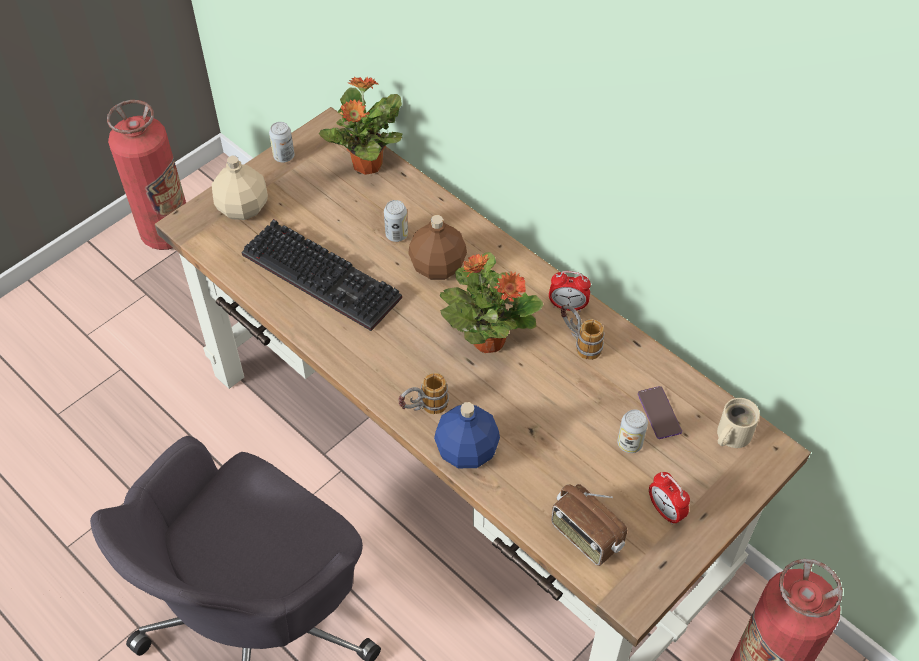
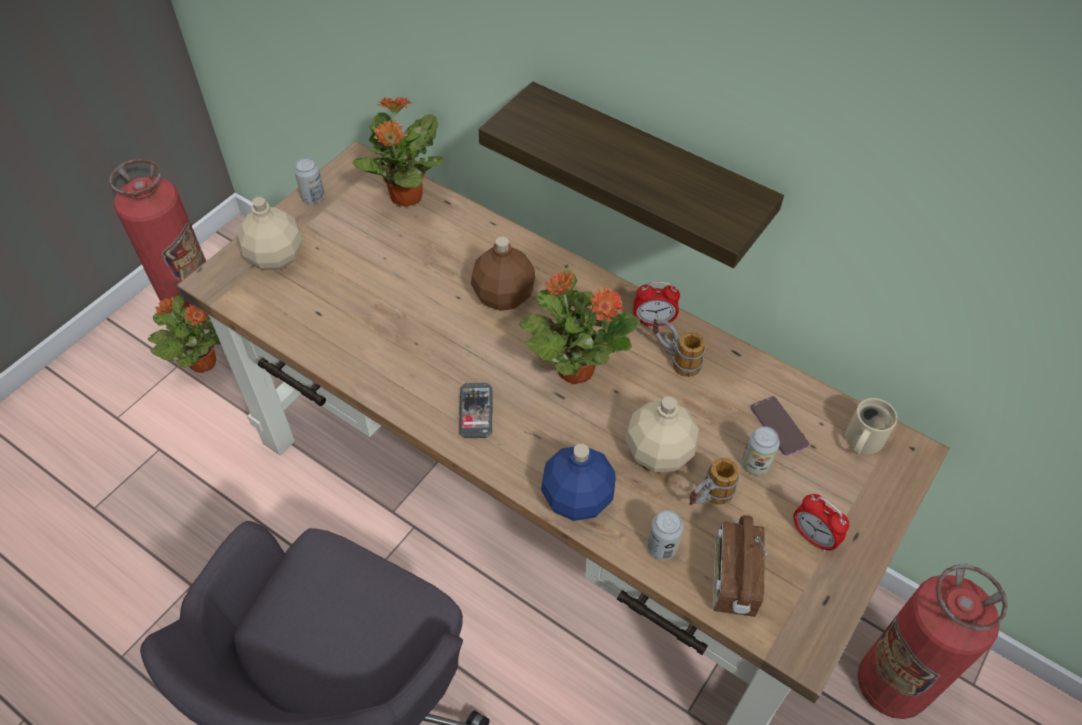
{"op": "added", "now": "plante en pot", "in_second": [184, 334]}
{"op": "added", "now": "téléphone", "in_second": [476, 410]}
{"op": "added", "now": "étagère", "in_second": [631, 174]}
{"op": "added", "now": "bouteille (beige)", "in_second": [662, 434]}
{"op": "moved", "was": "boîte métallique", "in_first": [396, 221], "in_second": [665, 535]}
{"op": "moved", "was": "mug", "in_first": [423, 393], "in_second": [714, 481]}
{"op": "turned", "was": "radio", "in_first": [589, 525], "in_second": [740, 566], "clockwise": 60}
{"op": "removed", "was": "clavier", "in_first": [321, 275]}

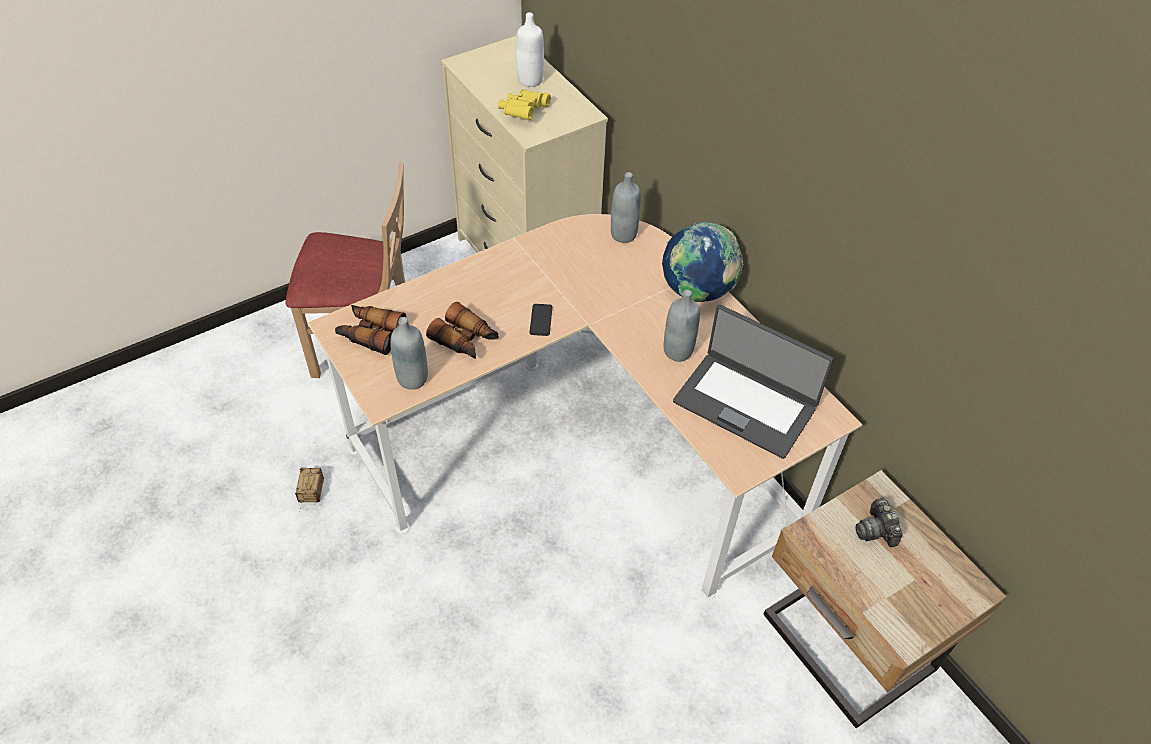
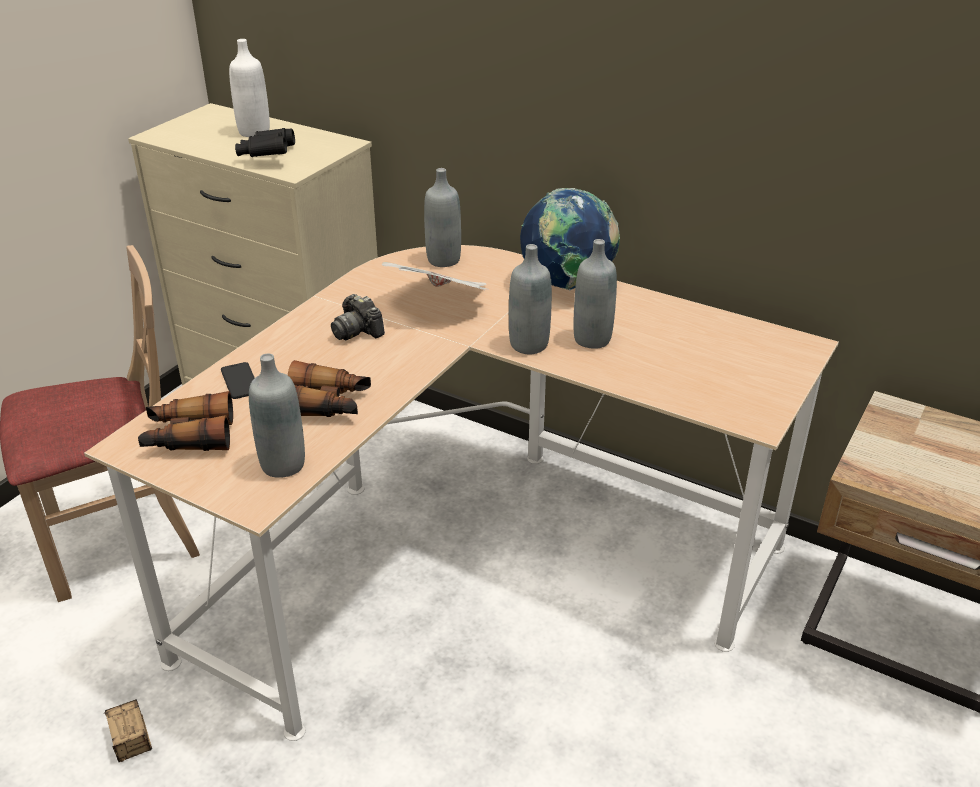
{"op": "moved", "was": "téléphone", "in_first": [541, 320], "in_second": [238, 380]}
{"op": "recoloured", "was": "jumelles (jaune)", "now": "jumelles (noir)", "in_first": [524, 105], "in_second": [265, 142]}
{"op": "moved", "was": "appareil photo", "in_first": [879, 522], "in_second": [358, 317]}
{"op": "added", "now": "journal", "in_second": [435, 276]}
{"op": "added", "now": "bouteille (gris)", "in_second": [530, 299]}
{"op": "removed", "was": "ordinateur portable", "in_first": [753, 382]}

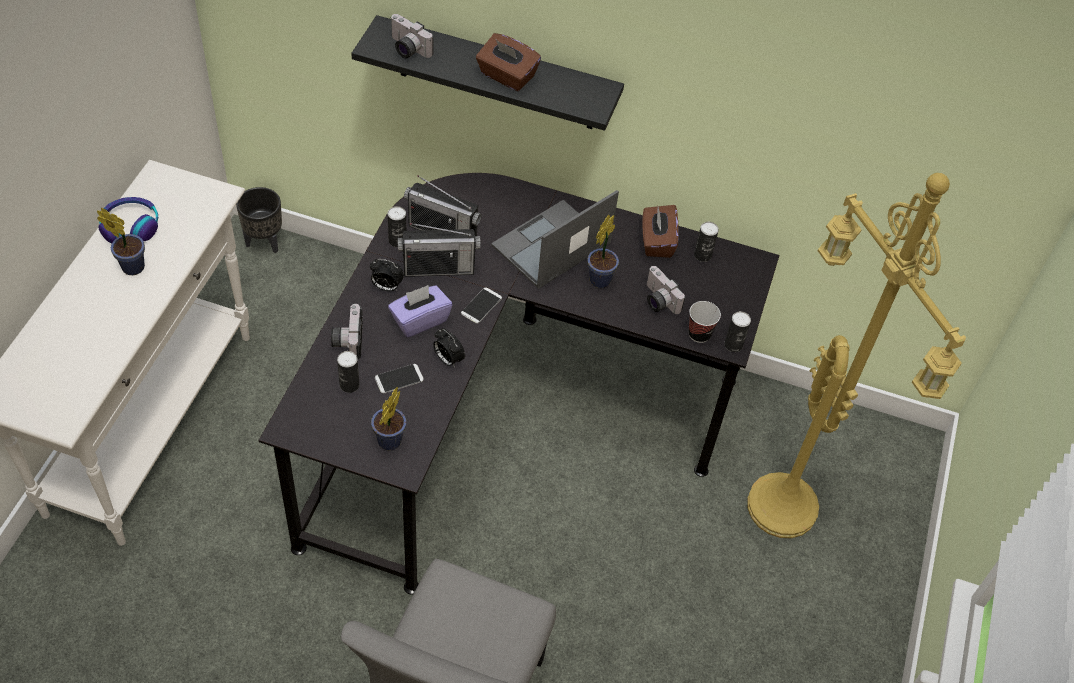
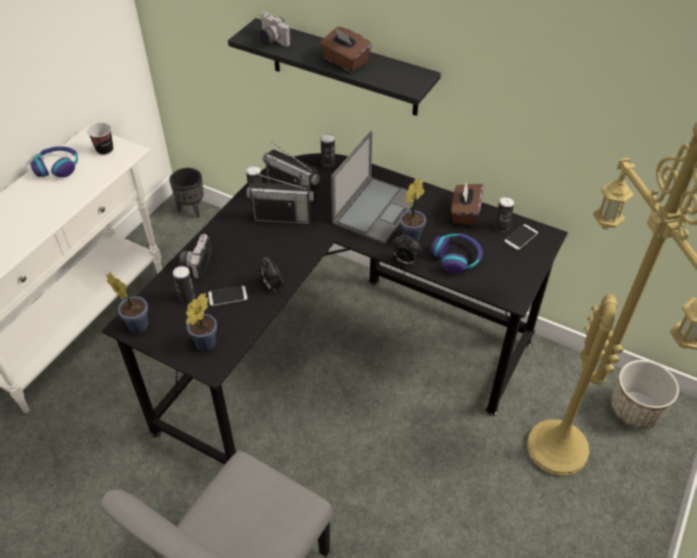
{"op": "moved", "was": "tasse", "in_first": [704, 322], "in_second": [100, 139]}
{"op": "moved", "was": "plante en pot", "in_first": [121, 241], "in_second": [127, 302]}
{"op": "moved", "was": "boîte métallique", "in_first": [737, 331], "in_second": [328, 150]}
{"op": "turned", "was": "ordinateur portable", "in_first": [555, 239], "in_second": [374, 187], "clockwise": 150}
{"op": "moved", "was": "réveil", "in_first": [387, 275], "in_second": [407, 250]}
{"op": "replaced", "was": "appareil photo", "now": "casque audio", "in_first": [666, 290], "in_second": [457, 253]}
{"op": "moved", "was": "téléphone", "in_first": [481, 306], "in_second": [521, 237]}
{"op": "added", "now": "cache-pot", "in_second": [645, 394]}
{"op": "removed", "was": "boîte à mouchoirs (violet)", "in_first": [420, 311]}

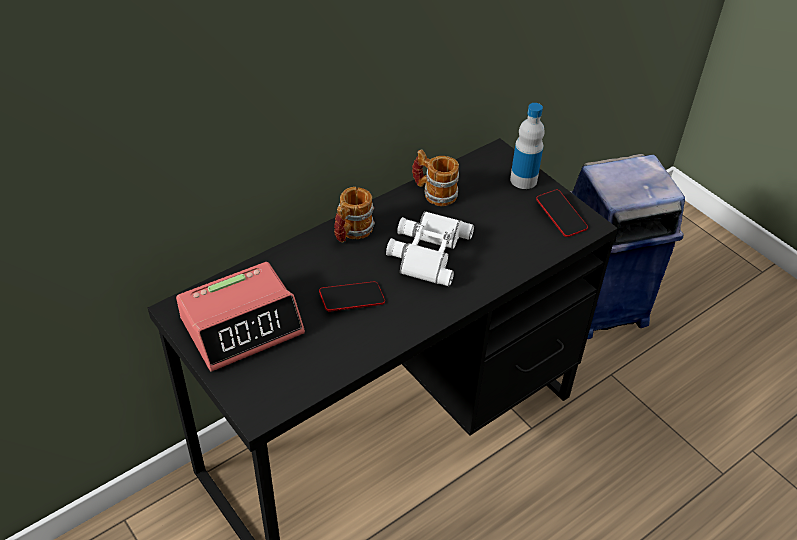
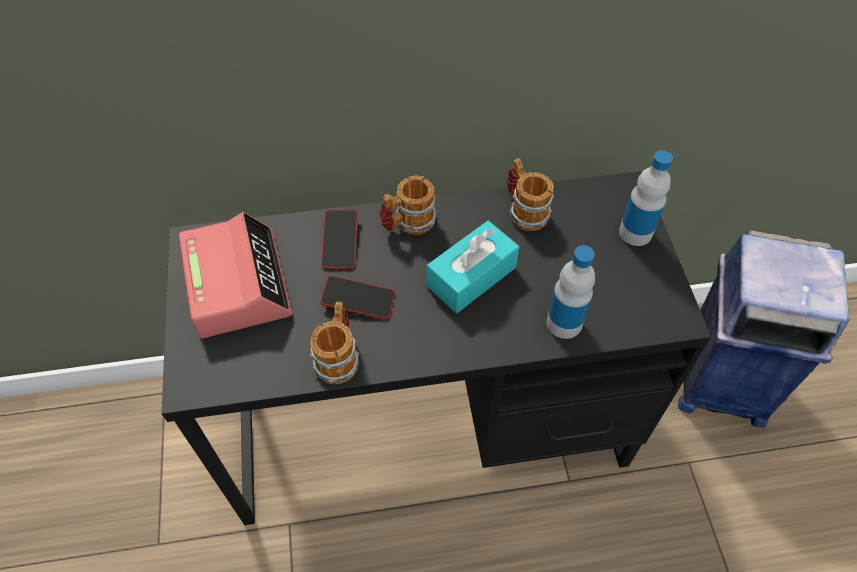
{"op": "turned", "was": "réveil", "in_first": [240, 317], "in_second": [235, 275], "clockwise": -105}
{"op": "added", "now": "mug", "in_second": [334, 342]}
{"op": "moved", "was": "téléphone", "in_first": [562, 213], "in_second": [339, 239]}
{"op": "replaced", "was": "jumelles (blanc)", "now": "boîte à mouchoirs (turquoise)", "in_first": [430, 248], "in_second": [473, 267]}
{"op": "added", "now": "bouteille", "in_second": [571, 292]}

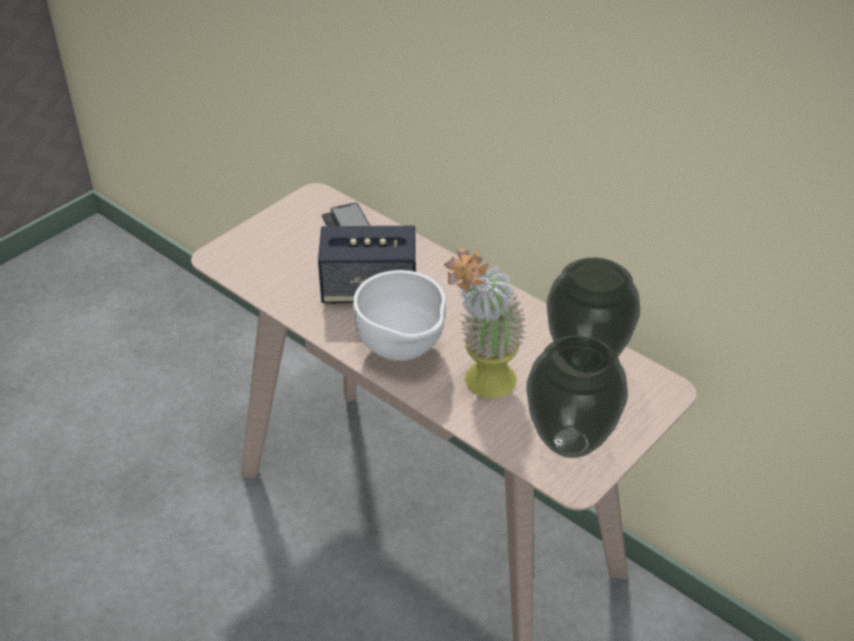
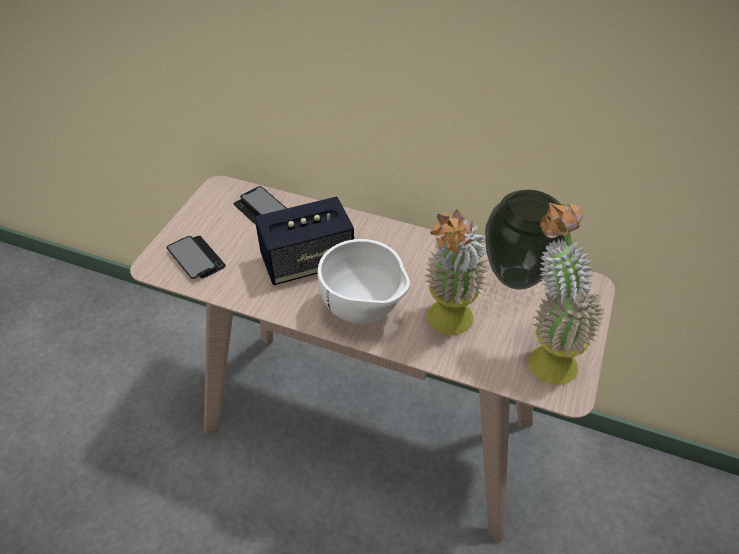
{"op": "added", "now": "téléphone", "in_second": [196, 257]}
{"op": "replaced", "was": "vase", "now": "plante en pot", "in_first": [577, 397], "in_second": [567, 294]}

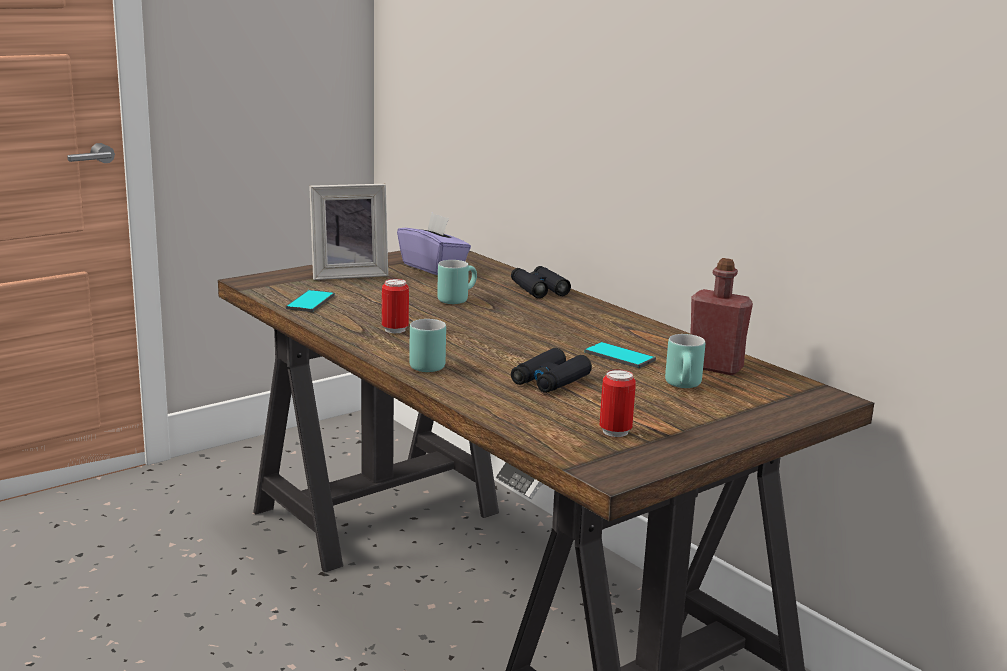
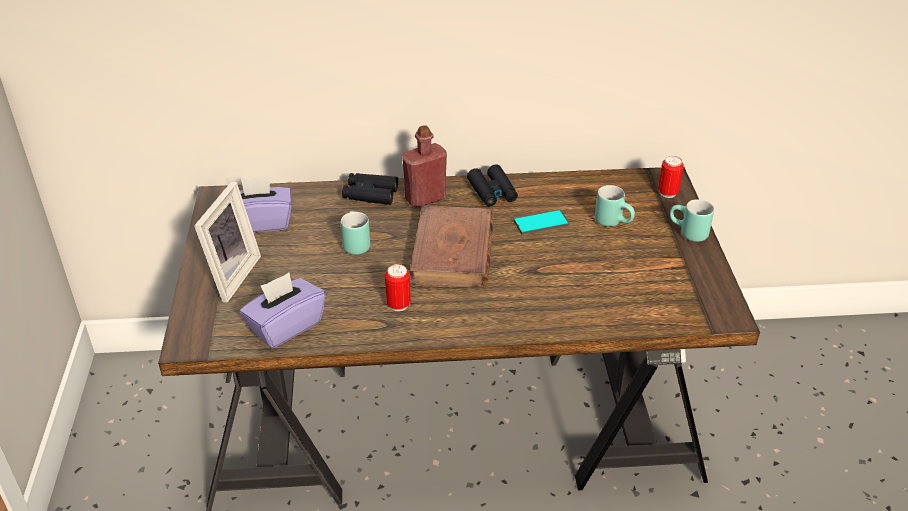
{"op": "replaced", "was": "téléphone", "now": "boîte à mouchoirs (violet)", "in_first": [310, 301], "in_second": [282, 310]}
{"op": "moved", "was": "bouteille (rouge)", "in_first": [721, 316], "in_second": [424, 166]}
{"op": "added", "now": "livre (marron)", "in_second": [452, 246]}
{"op": "moved", "was": "jumelles (noir)", "in_first": [551, 370], "in_second": [492, 185]}
{"op": "moved", "was": "boîte métallique", "in_first": [618, 403], "in_second": [671, 177]}
{"op": "moved", "was": "mug (turquoise)", "in_first": [427, 345], "in_second": [692, 220]}

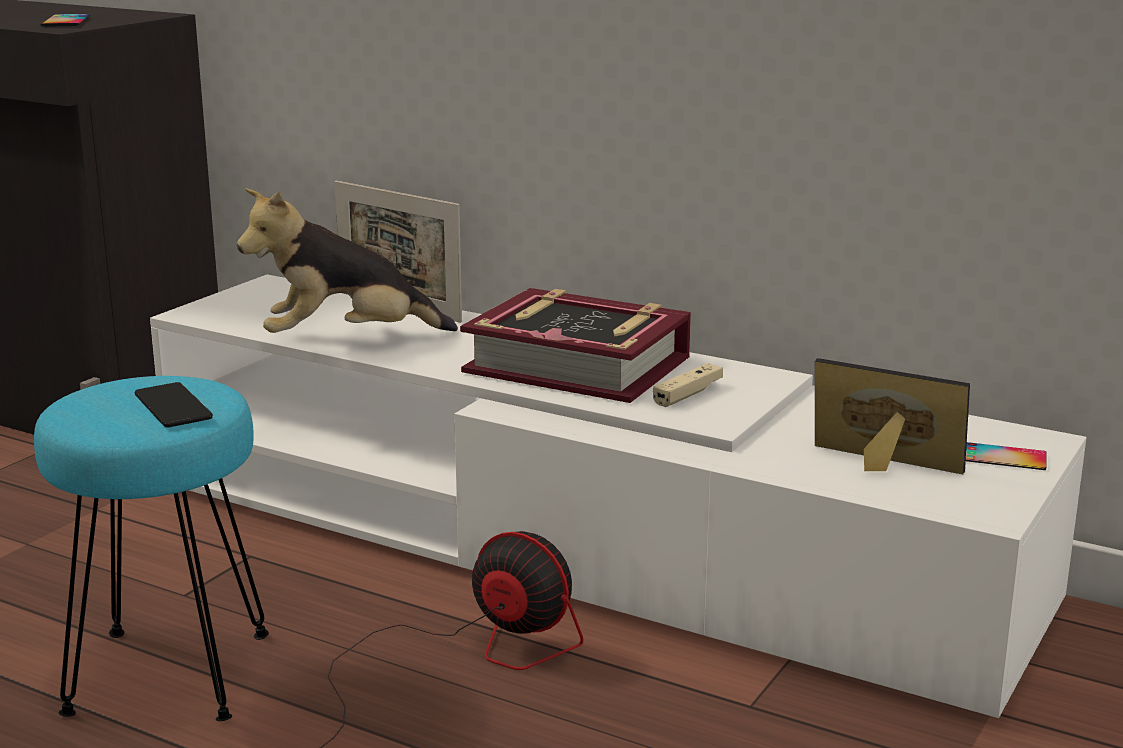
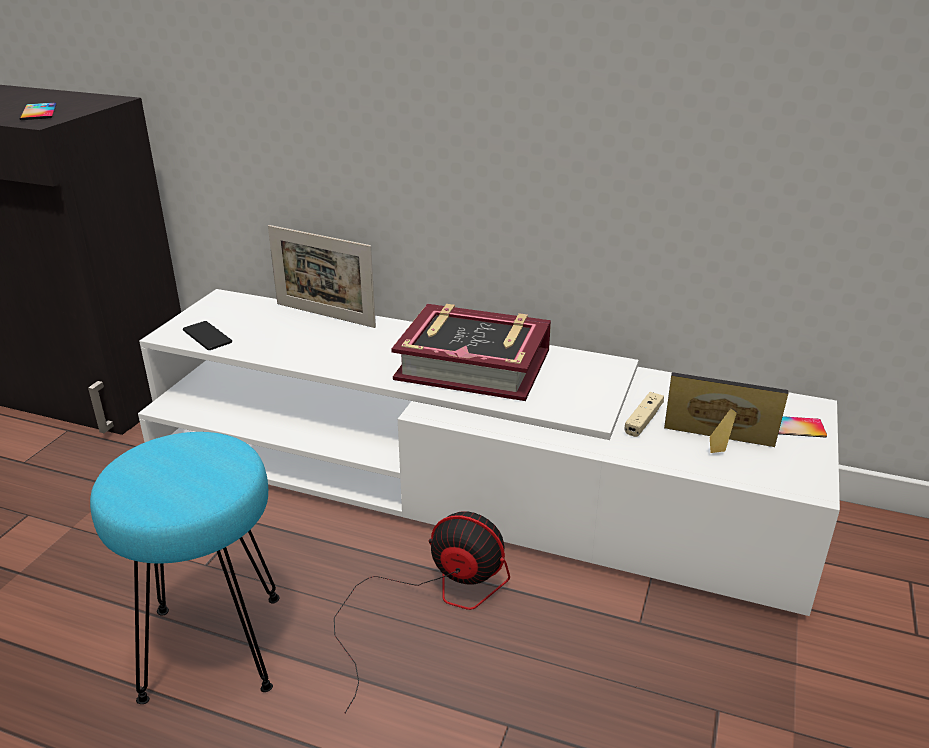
{"op": "moved", "was": "téléphone", "in_first": [174, 404], "in_second": [207, 335]}
{"op": "moved", "was": "manette (beige)", "in_first": [688, 385], "in_second": [644, 414]}
{"op": "removed", "was": "peluche", "in_first": [347, 260]}

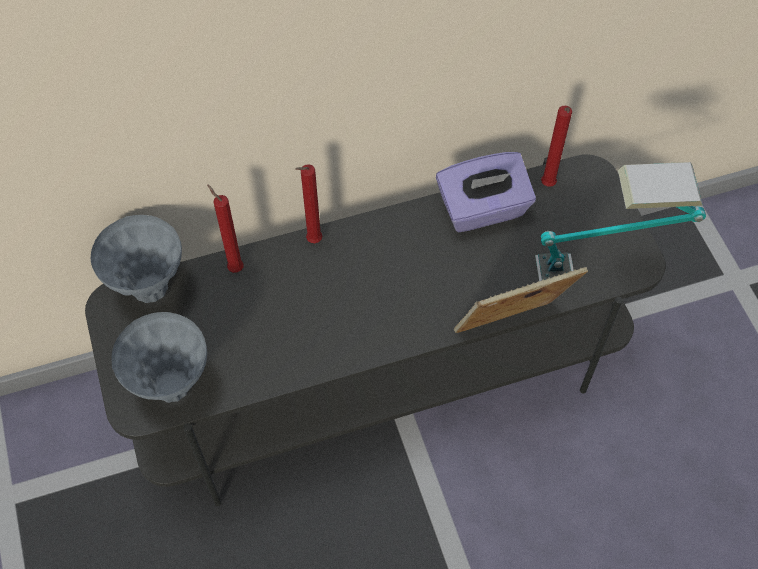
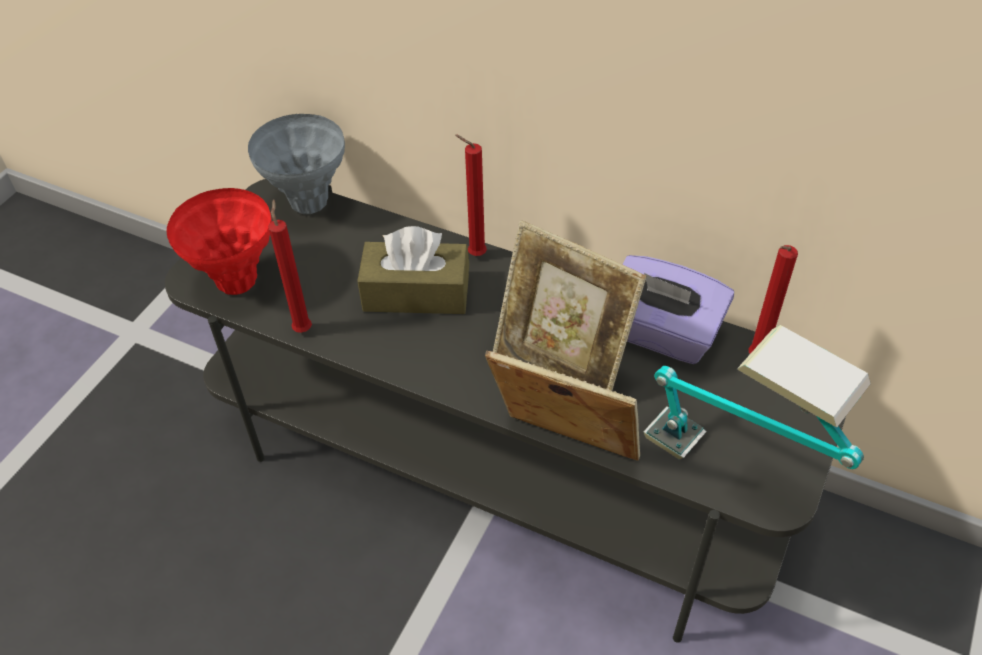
{"op": "recoloured", "was": "vase (gris)", "now": "vase (rouge)", "in_first": [159, 357], "in_second": [219, 241]}
{"op": "moved", "was": "bougie (rouge)", "in_first": [225, 228], "in_second": [290, 266]}
{"op": "added", "now": "boîte à mouchoirs (marron)", "in_second": [413, 270]}
{"op": "added", "now": "cadre photo", "in_second": [569, 305]}

